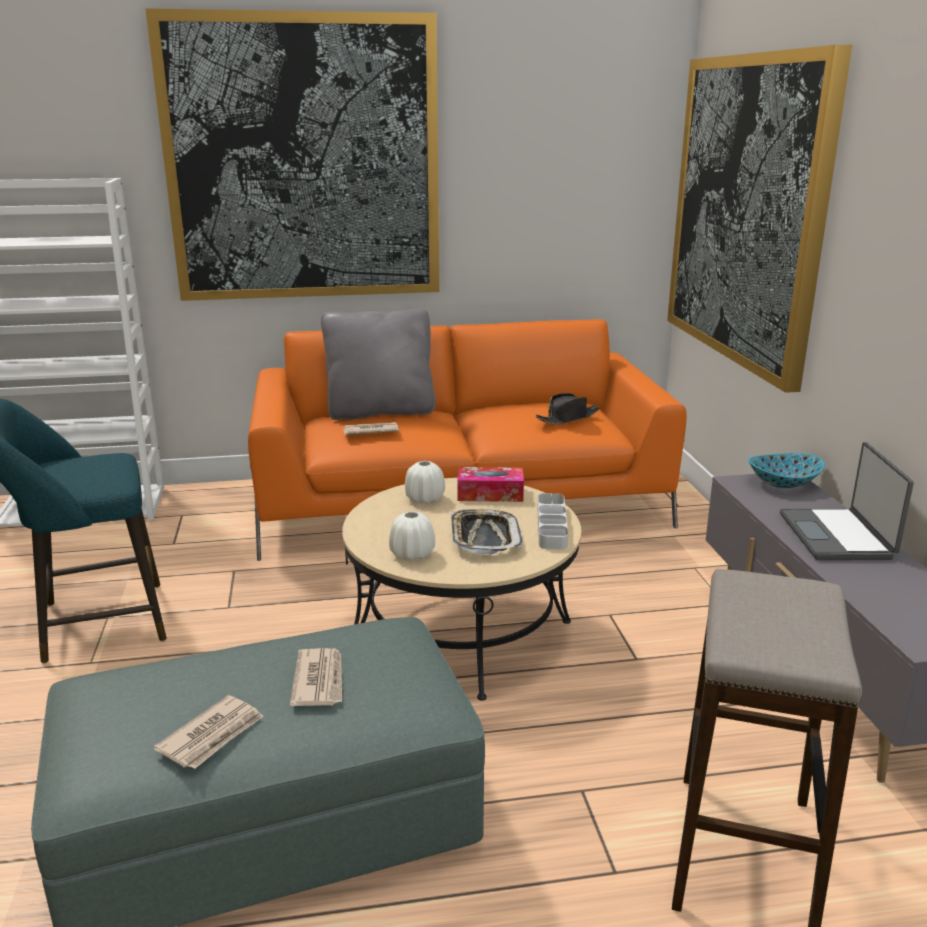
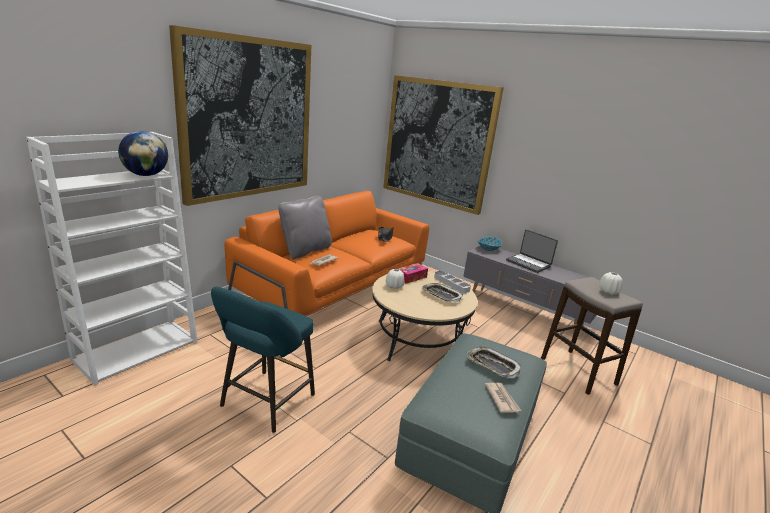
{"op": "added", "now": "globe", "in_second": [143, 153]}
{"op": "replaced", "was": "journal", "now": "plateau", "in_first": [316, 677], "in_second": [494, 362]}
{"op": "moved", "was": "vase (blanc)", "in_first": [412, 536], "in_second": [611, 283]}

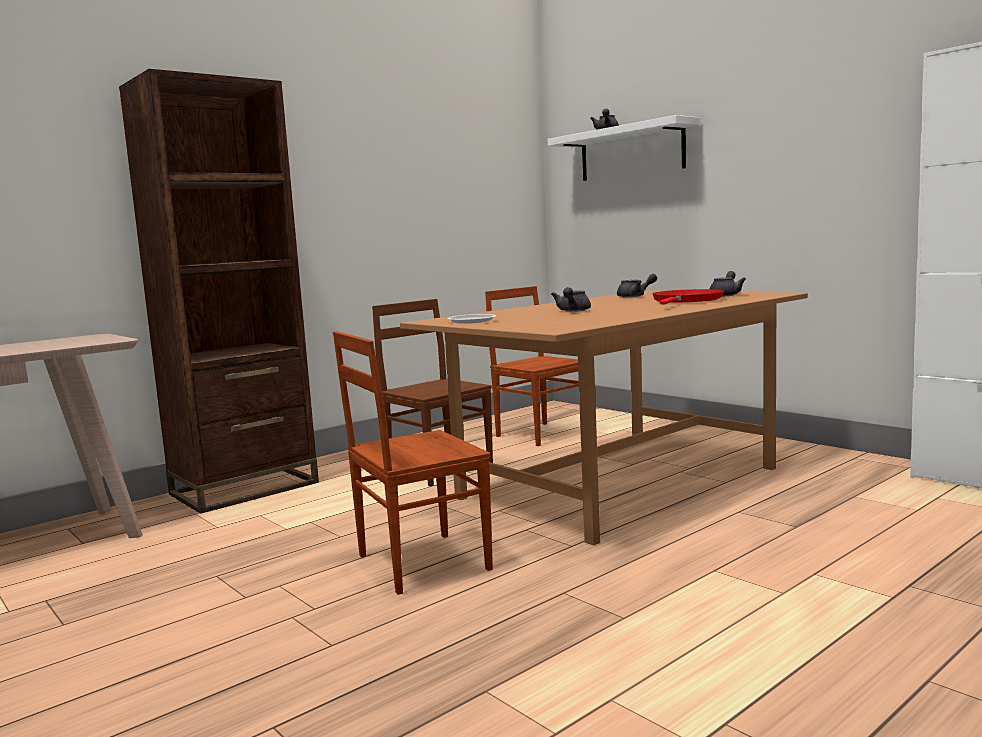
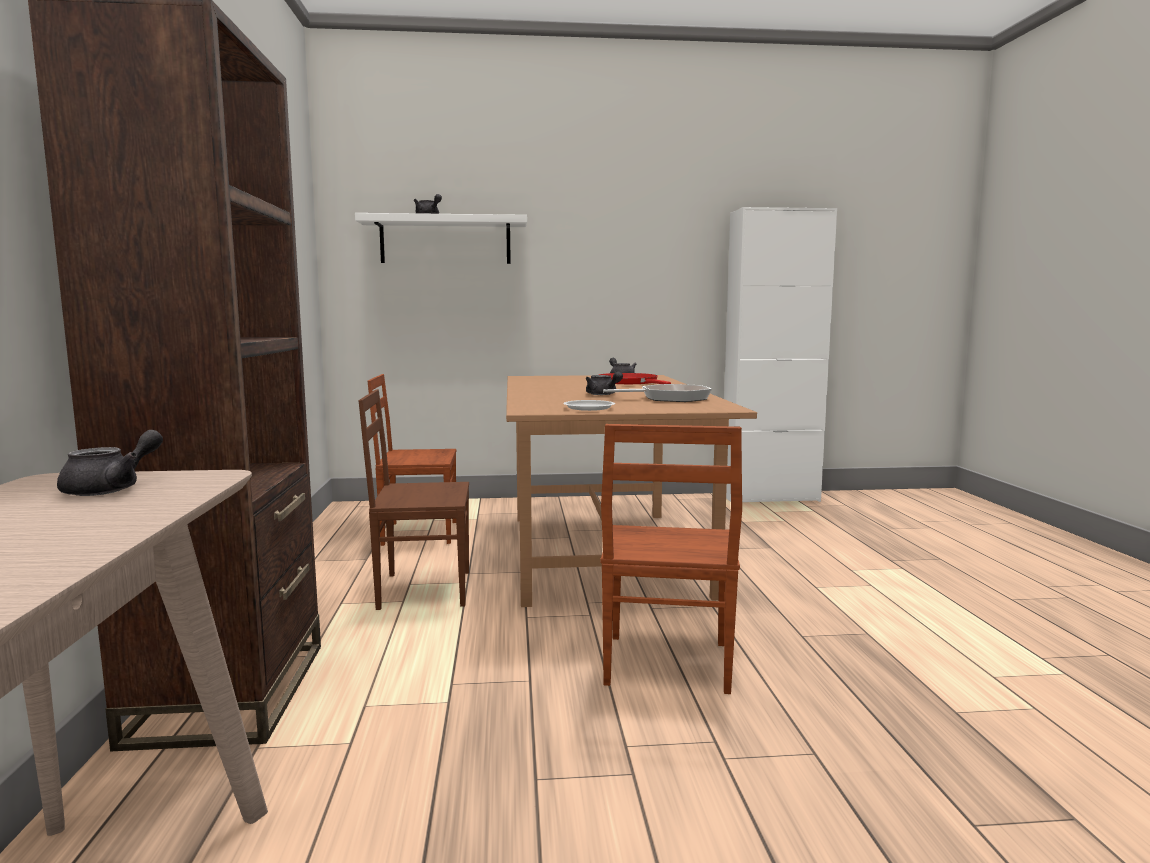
{"op": "moved", "was": "théière (gris)", "in_first": [637, 286], "in_second": [110, 463]}
{"op": "added", "now": "poêle", "in_second": [657, 393]}

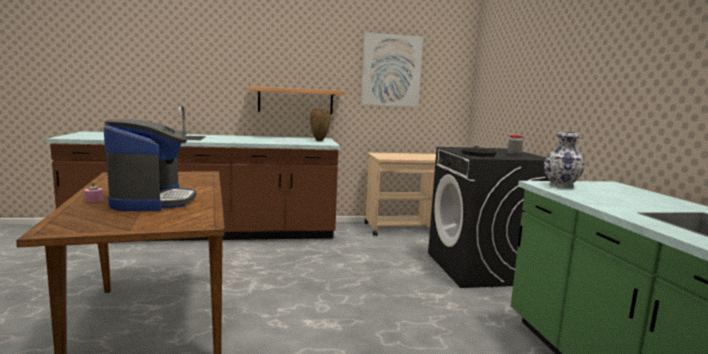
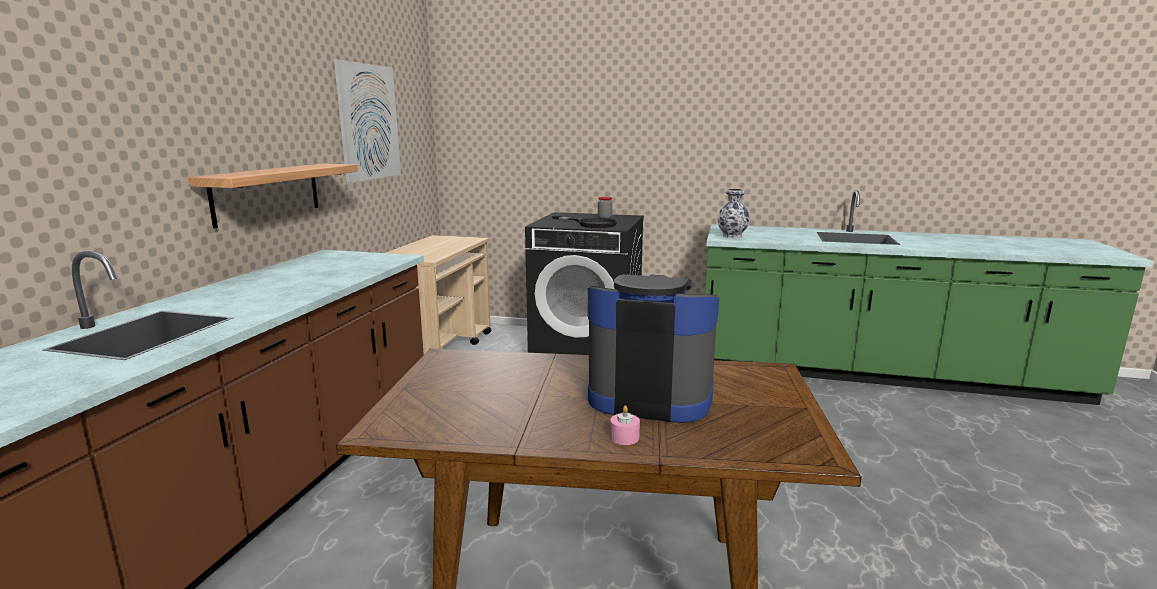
{"op": "removed", "was": "vase (marron)", "in_first": [320, 125]}

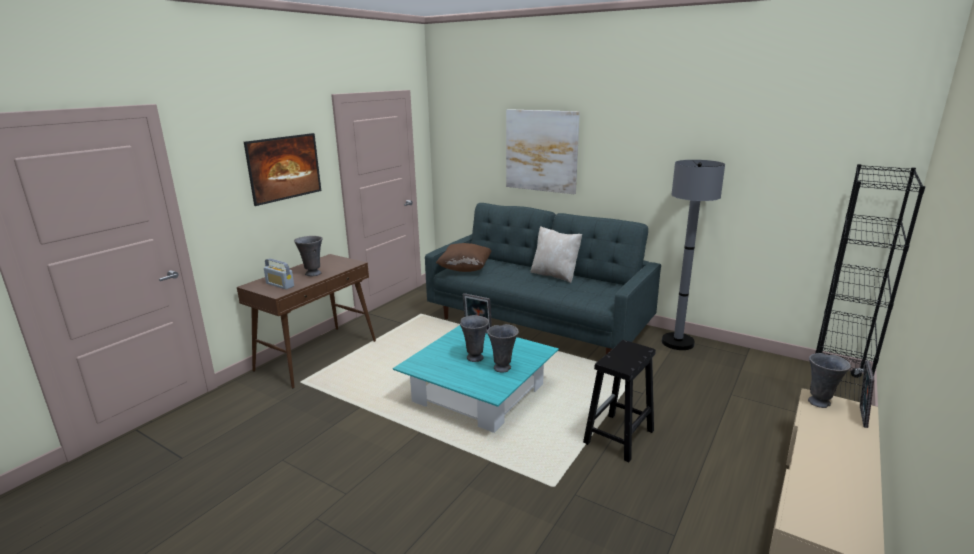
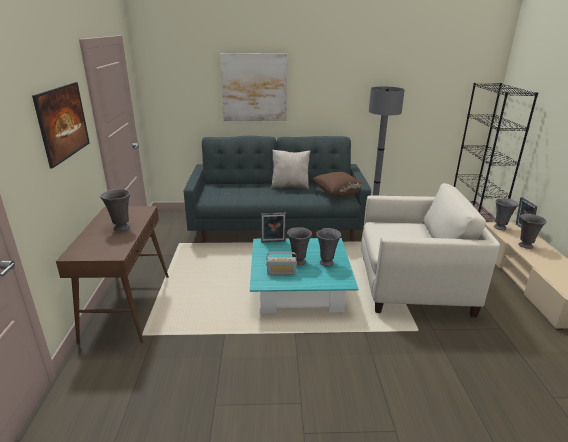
{"op": "moved", "was": "radio", "in_first": [279, 273], "in_second": [281, 263]}
{"op": "moved", "was": "coussin (marron)", "in_first": [463, 257], "in_second": [338, 184]}
{"op": "replaced", "was": "tabouret (noir)", "now": "fauteuil (beige)", "in_first": [619, 401], "in_second": [430, 250]}
{"op": "added", "now": "vase (gris)", "in_second": [532, 231]}

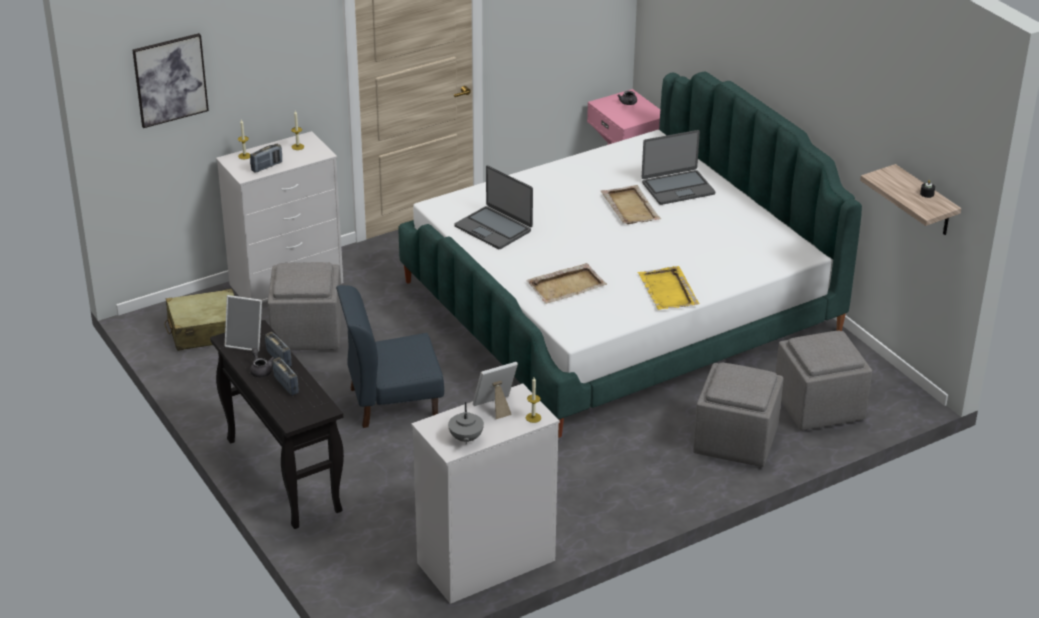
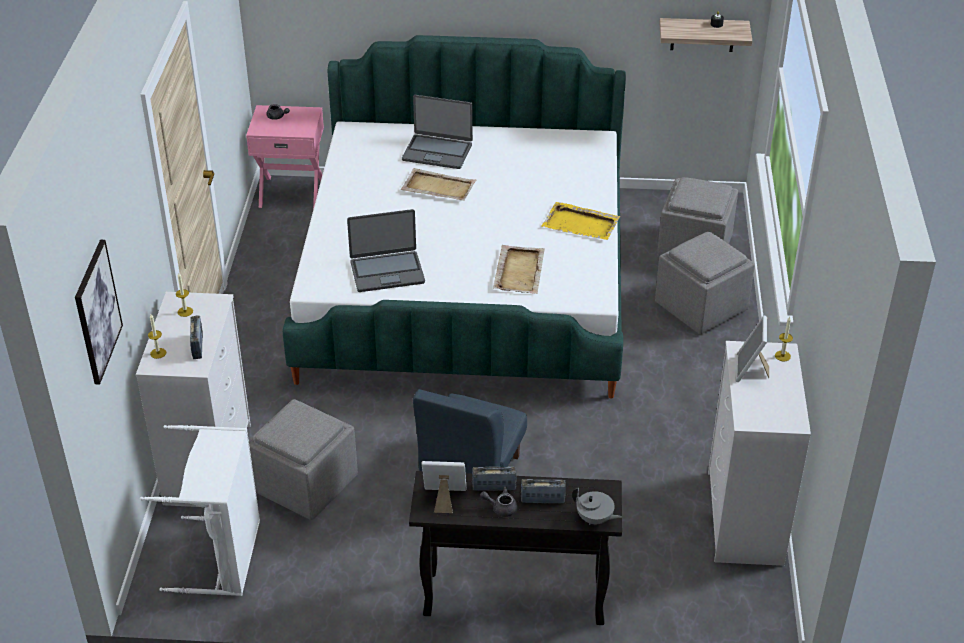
{"op": "replaced", "was": "valise (beige)", "now": "panier à linge (blanc)", "in_first": [199, 320], "in_second": [200, 510]}
{"op": "turned", "was": "ordinateur portable", "in_first": [678, 167], "in_second": [437, 132], "clockwise": 90}
{"op": "turned", "was": "cadre photo", "in_first": [243, 323], "in_second": [444, 487], "clockwise": -135}
{"op": "moved", "was": "théière (gris)", "in_first": [466, 423], "in_second": [597, 506]}

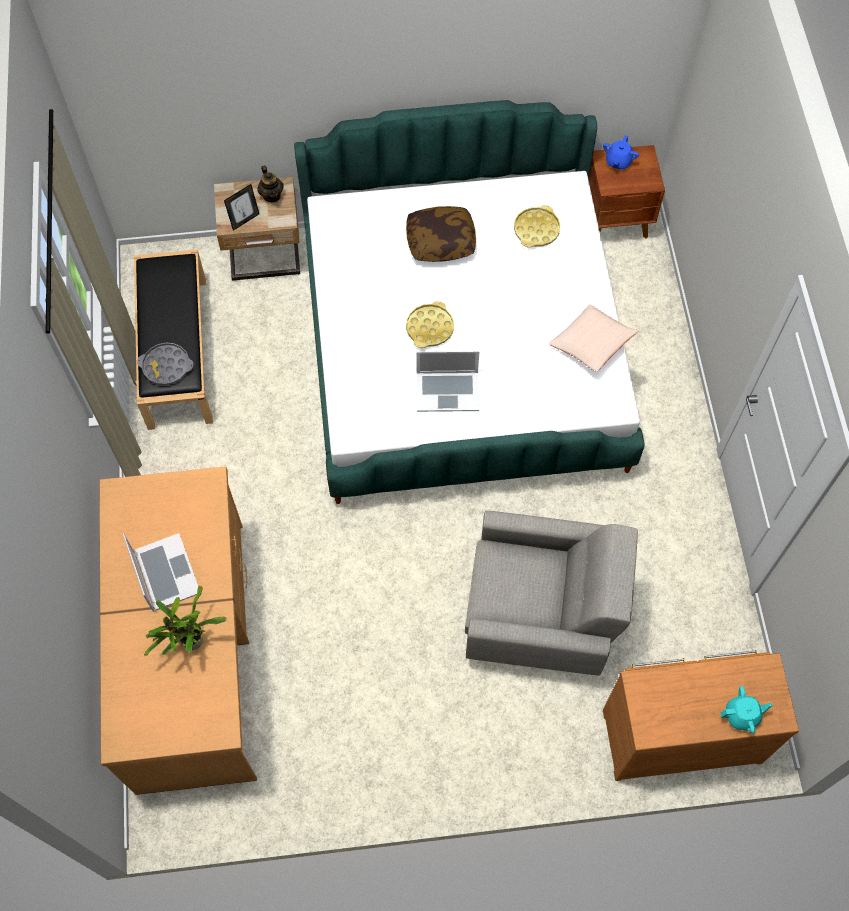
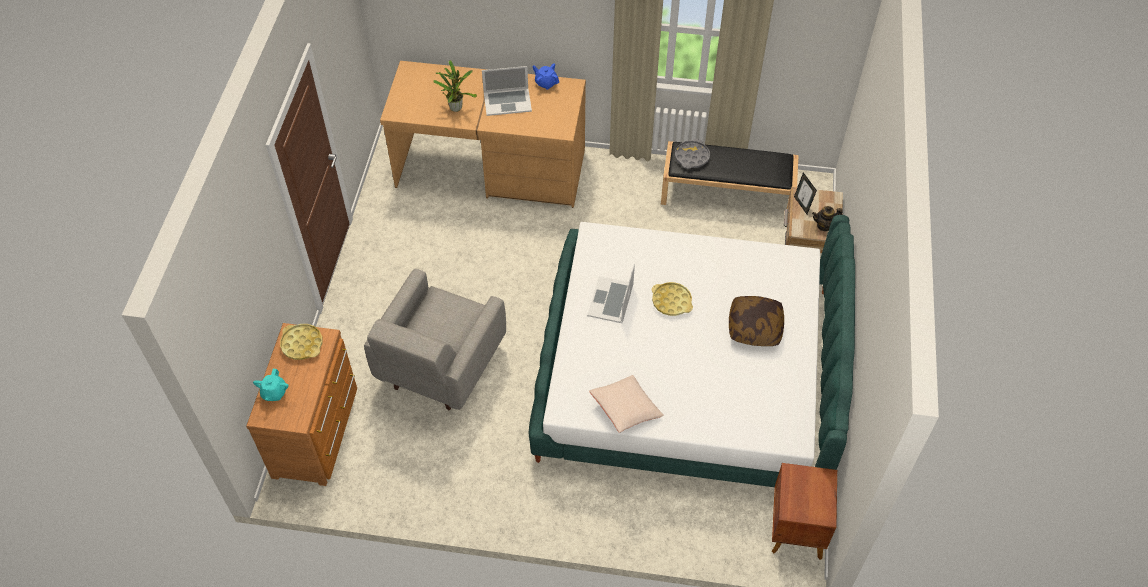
{"op": "moved", "was": "plateau (jaune)", "in_first": [537, 226], "in_second": [301, 342]}
{"op": "moved", "was": "théière (bleu)", "in_first": [621, 152], "in_second": [545, 76]}

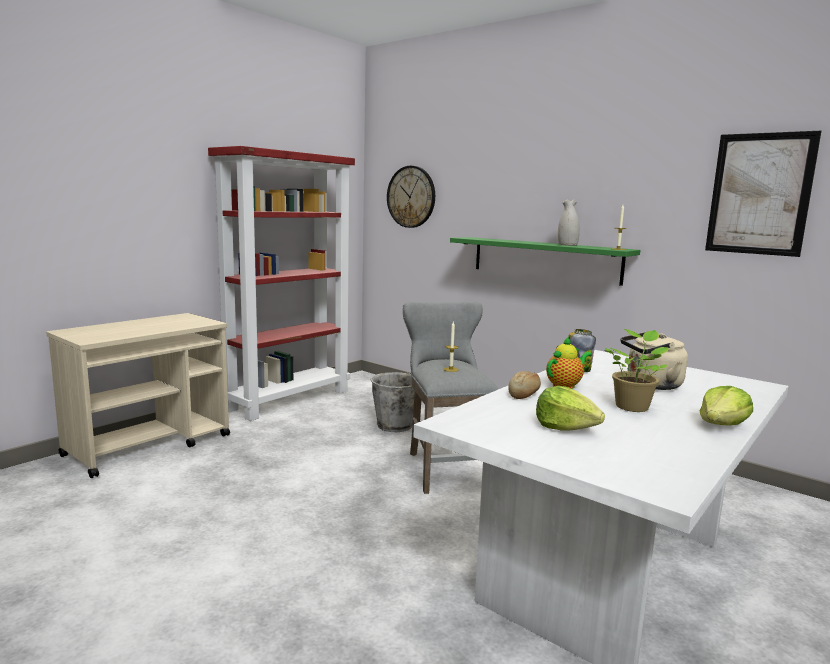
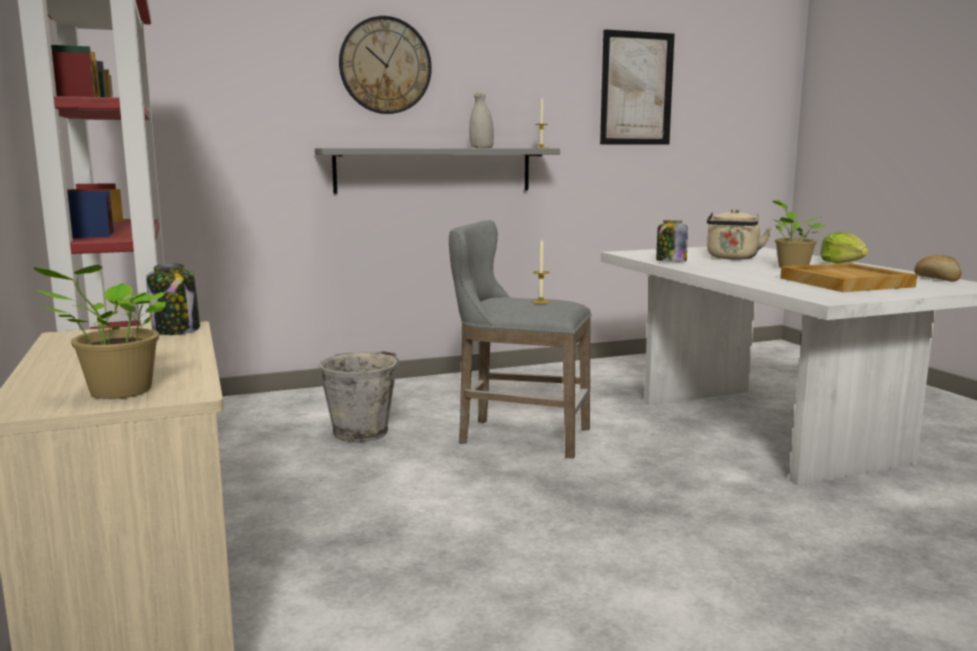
{"op": "added", "now": "plante en pot", "in_second": [99, 332]}
{"op": "added", "now": "bocal", "in_second": [173, 299]}
{"op": "recoloured", "was": "étagère (vert)", "now": "étagère (gris)", "in_first": [545, 261], "in_second": [437, 171]}
{"op": "moved", "was": "horloge murale", "in_first": [411, 197], "in_second": [385, 65]}
{"op": "replaced", "was": "laitue", "now": "plateau (beige)", "in_first": [570, 408], "in_second": [848, 277]}
{"op": "moved", "was": "pain", "in_first": [524, 385], "in_second": [937, 268]}
{"op": "removed", "was": "théière", "in_first": [569, 363]}

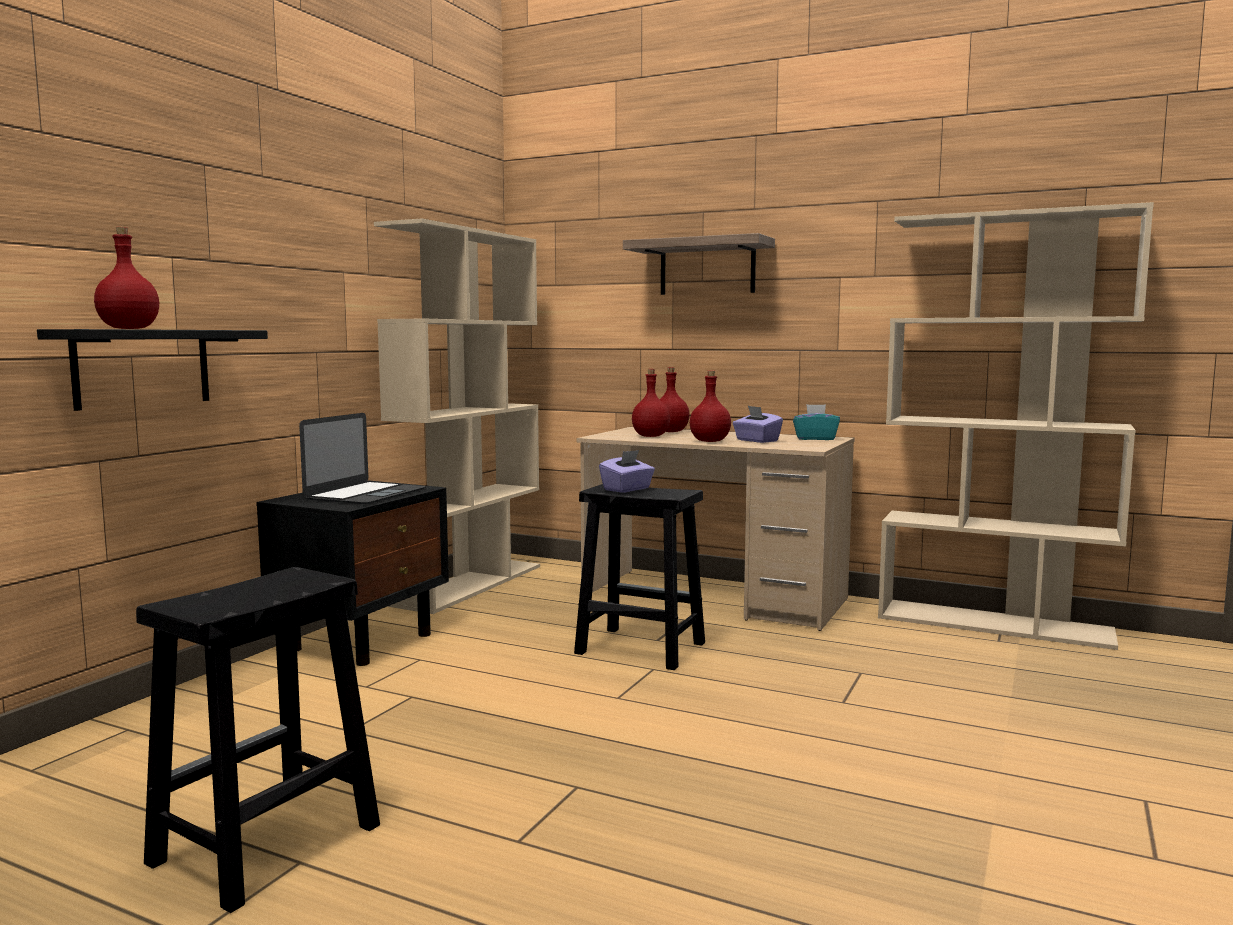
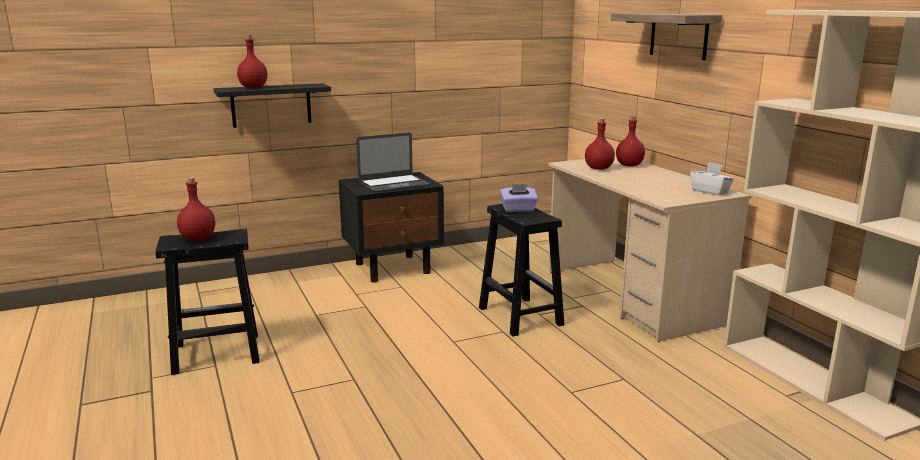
{"op": "moved", "was": "bouteille (rouge)", "in_first": [710, 406], "in_second": [196, 209]}
{"op": "recoloured", "was": "boîte à mouchoirs (turquoise)", "now": "boîte à mouchoirs (blanc)", "in_first": [816, 422], "in_second": [712, 178]}
{"op": "removed", "was": "bibliothèque (beige)", "in_first": [457, 416]}
{"op": "removed", "was": "boîte à mouchoirs (violet)", "in_first": [758, 424]}

